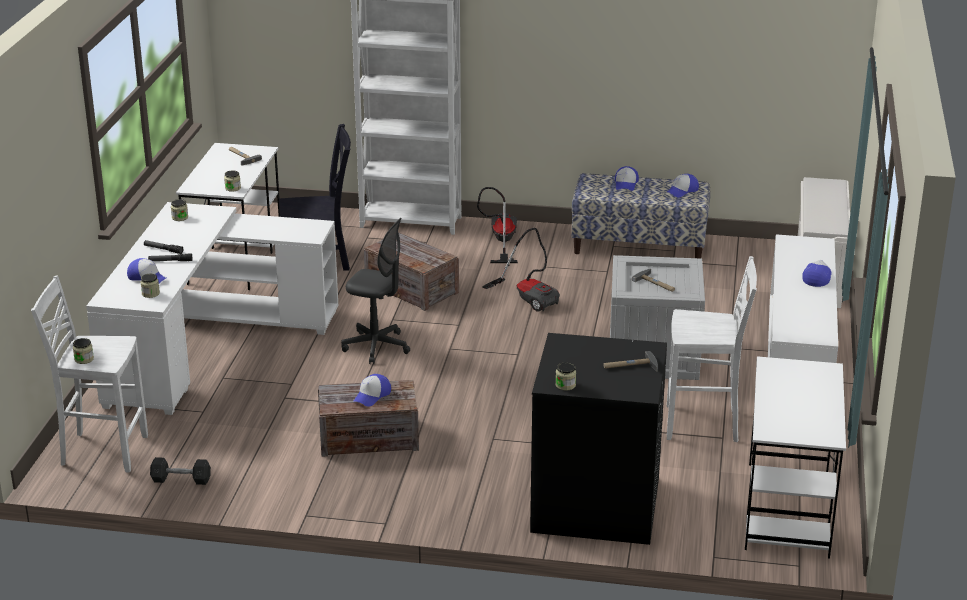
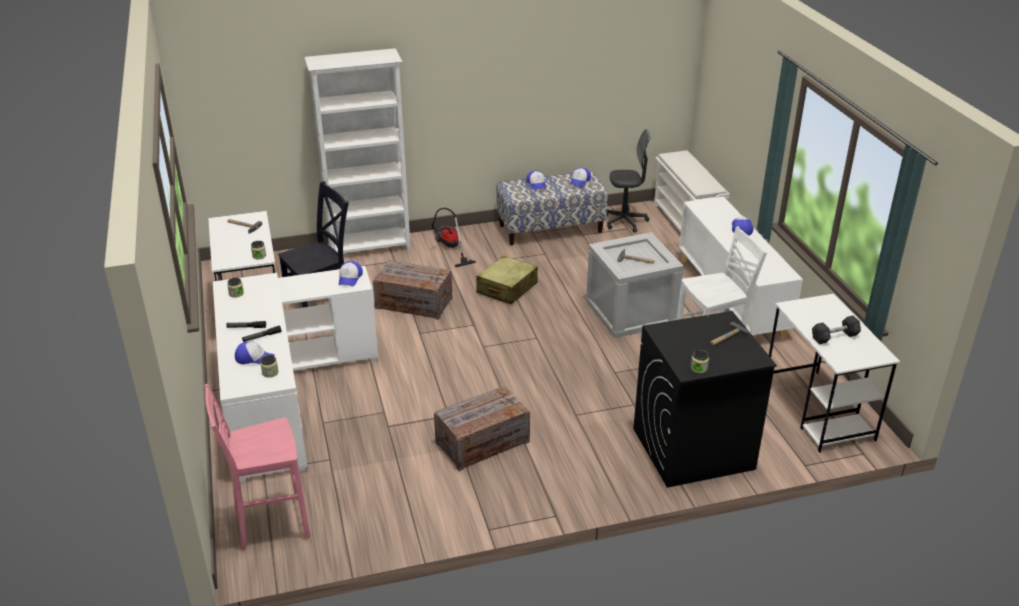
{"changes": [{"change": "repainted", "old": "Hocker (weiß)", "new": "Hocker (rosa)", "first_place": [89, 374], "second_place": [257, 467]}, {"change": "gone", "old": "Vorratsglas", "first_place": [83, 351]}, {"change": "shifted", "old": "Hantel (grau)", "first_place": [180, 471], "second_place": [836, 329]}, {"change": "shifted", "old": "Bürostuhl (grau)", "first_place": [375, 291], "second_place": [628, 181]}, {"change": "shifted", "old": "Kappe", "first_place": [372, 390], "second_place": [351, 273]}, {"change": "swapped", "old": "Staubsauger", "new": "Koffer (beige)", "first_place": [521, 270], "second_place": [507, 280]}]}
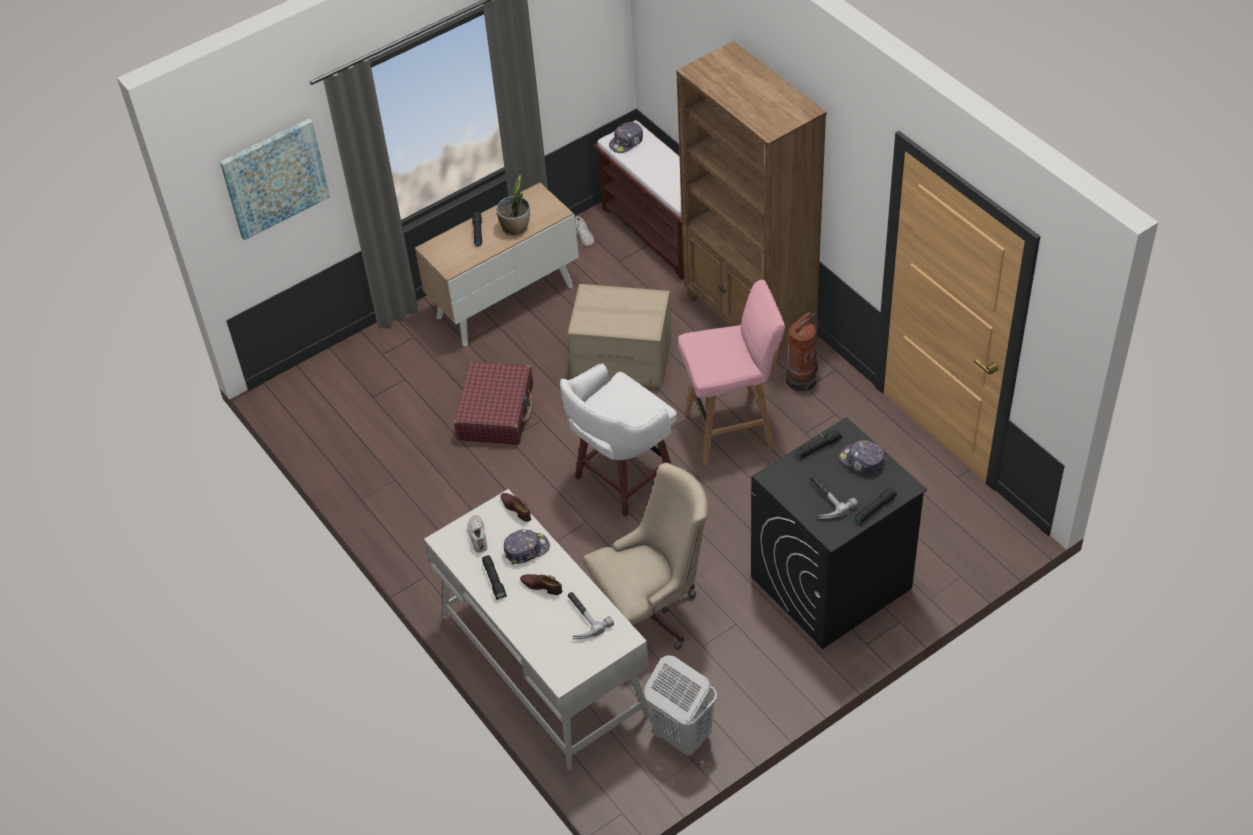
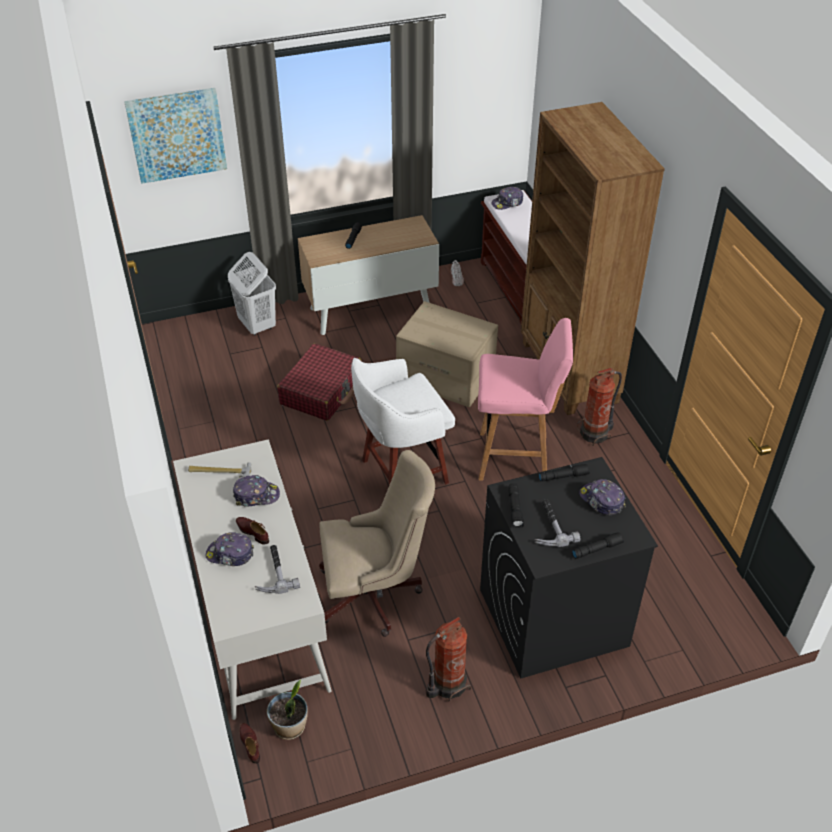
{"changes": [{"change": "swapped", "old": "Schuh (weiß)", "new": "Hammer", "first_place": [477, 534], "second_place": [220, 470]}, {"change": "shifted", "old": "Taschenlampe (schwarz)", "first_place": [494, 577], "second_place": [516, 505]}, {"change": "shifted", "old": "Topfpflanze", "first_place": [513, 205], "second_place": [287, 710]}, {"change": "shifted", "old": "Schuh (braun)", "first_place": [515, 507], "second_place": [250, 743]}, {"change": "shifted", "old": "Wäschekorb (weiß)", "first_place": [680, 705], "second_place": [252, 293]}, {"change": "new", "new": "Kappe", "second_place": [230, 549]}, {"change": "new", "new": "Feuerlöscher", "second_place": [448, 659]}]}
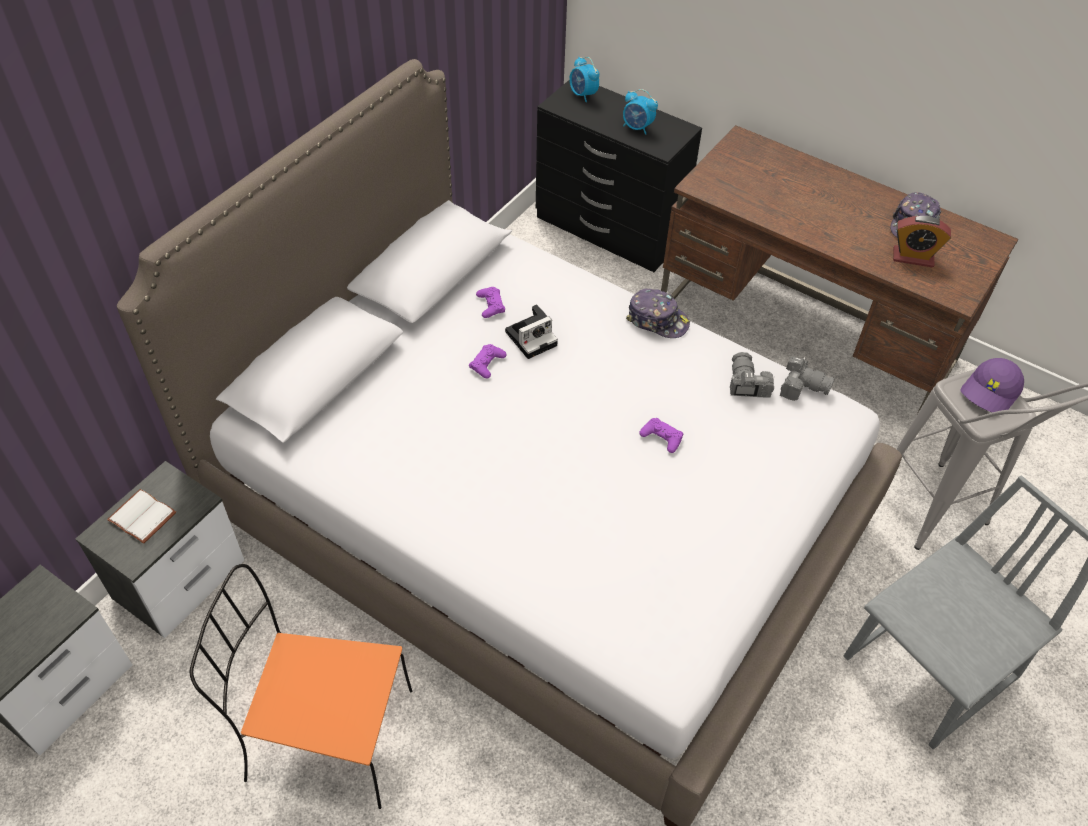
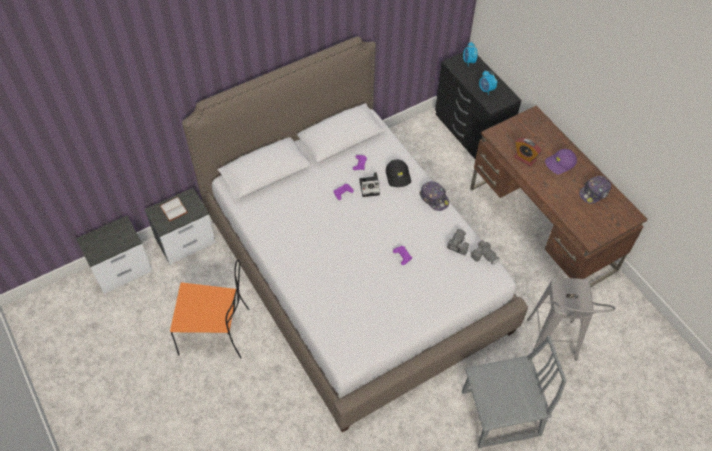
{"changes": [{"change": "rotated", "old": "Stuhl (orange)", "first_place": [300, 686], "second_place": [209, 309], "degrees": 150}, {"change": "shifted", "old": "Wecker", "first_place": [922, 241], "second_place": [528, 152]}, {"change": "shifted", "old": "Kappe (lila)", "first_place": [992, 385], "second_place": [561, 162]}, {"change": "new", "new": "Kappe (schwarz)", "second_place": [398, 173]}]}
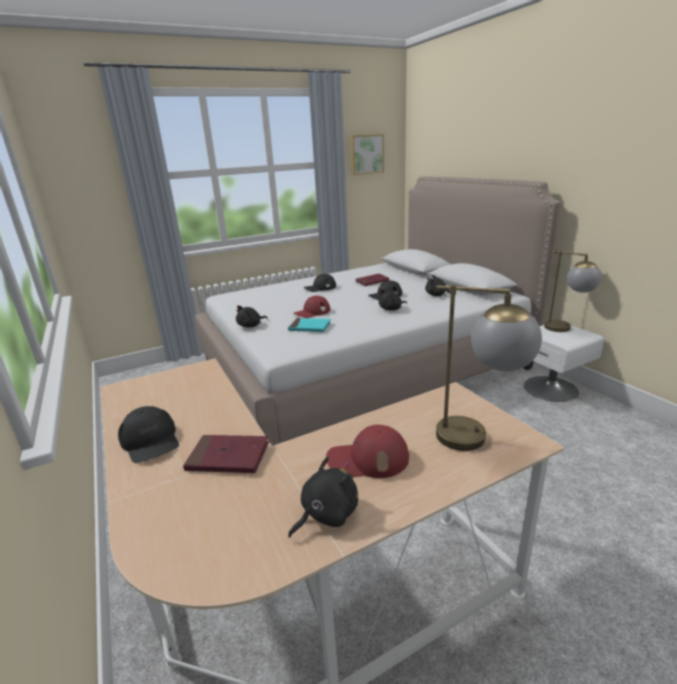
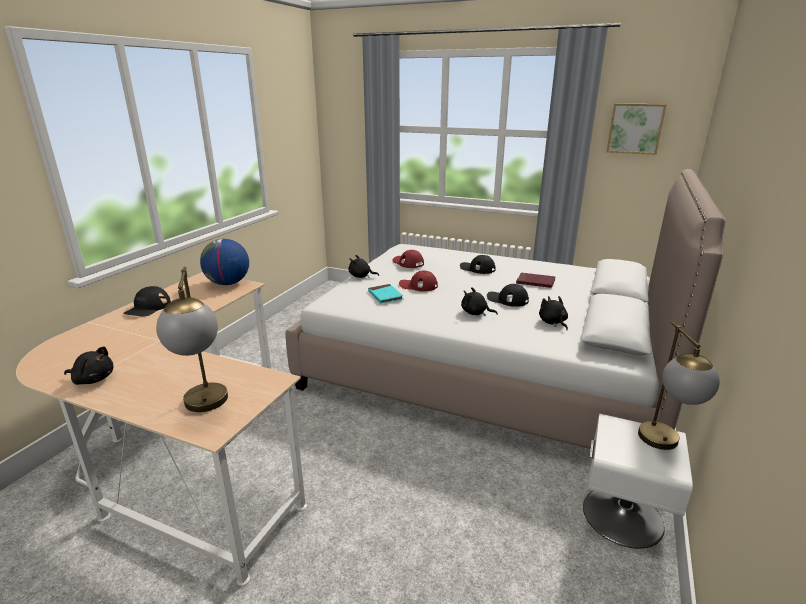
{"changes": [{"change": "gone", "old": "Buch (rot)", "first_place": [226, 454]}, {"change": "shifted", "old": "Kappe (rot)", "first_place": [367, 451], "second_place": [408, 259]}, {"change": "new", "new": "Globus", "second_place": [224, 262]}]}
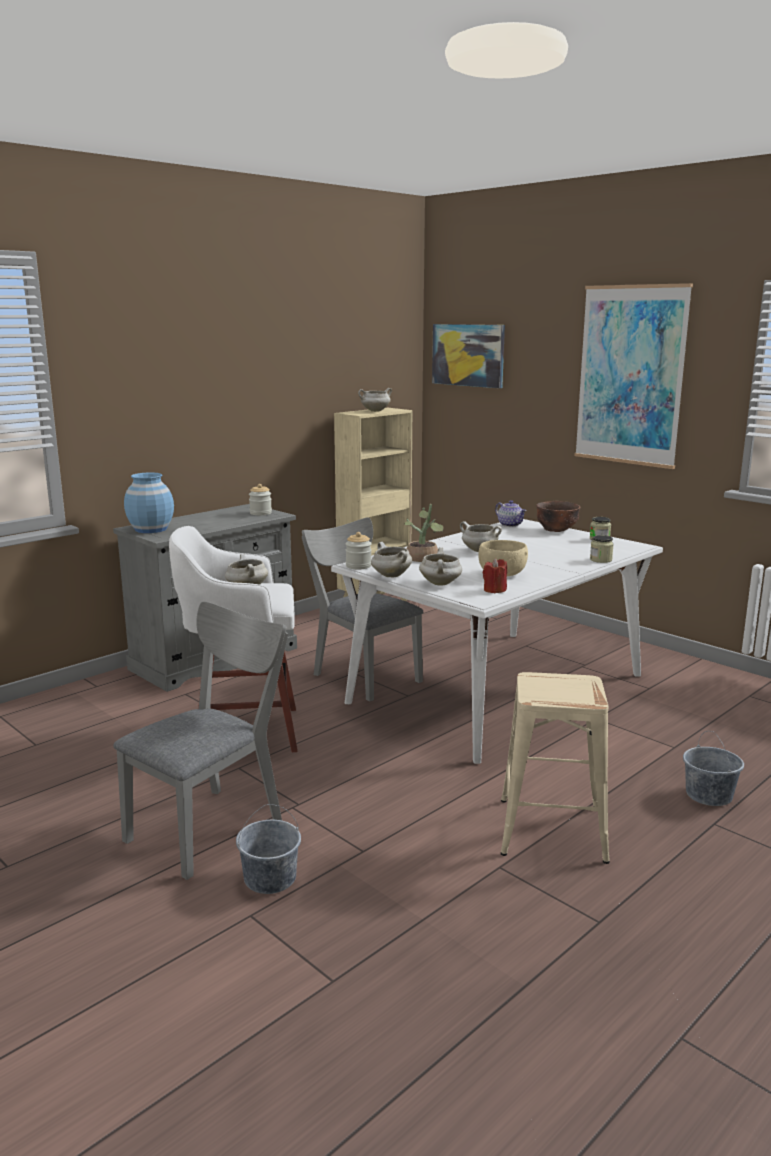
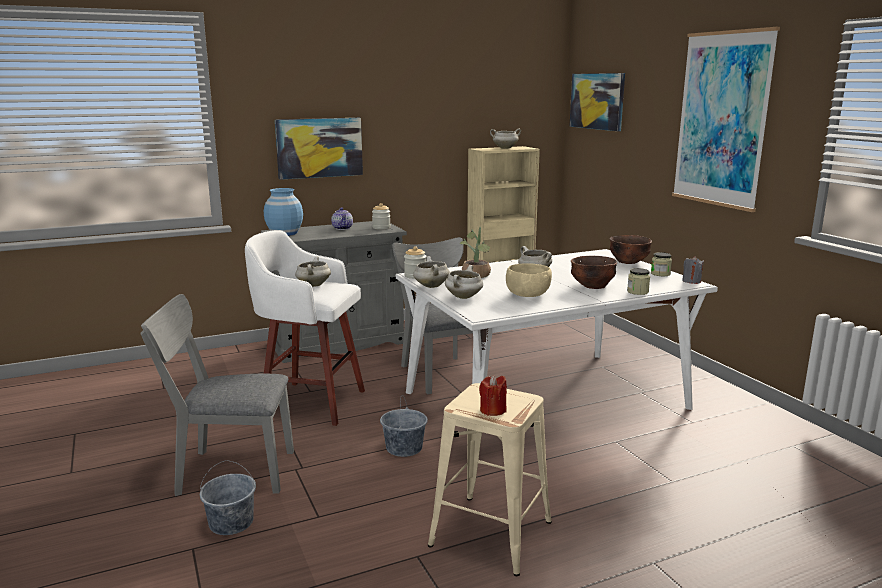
{"changes": [{"change": "rotated", "old": "Stuhl (grau)", "first_place": [200, 741], "second_place": [217, 395], "degrees": -150}, {"change": "shifted", "old": "Kerze (rot)", "first_place": [495, 575], "second_place": [493, 395]}, {"change": "shifted", "old": "Teekanne", "first_place": [511, 513], "second_place": [342, 219]}, {"change": "shifted", "old": "Eimer (grau)", "first_place": [713, 768], "second_place": [404, 426]}, {"change": "new", "new": "Bild", "second_place": [319, 149]}, {"change": "new", "new": "Schüssel (braun)", "second_place": [594, 272]}, {"change": "new", "new": "Kerze (grau)", "second_place": [693, 270]}]}
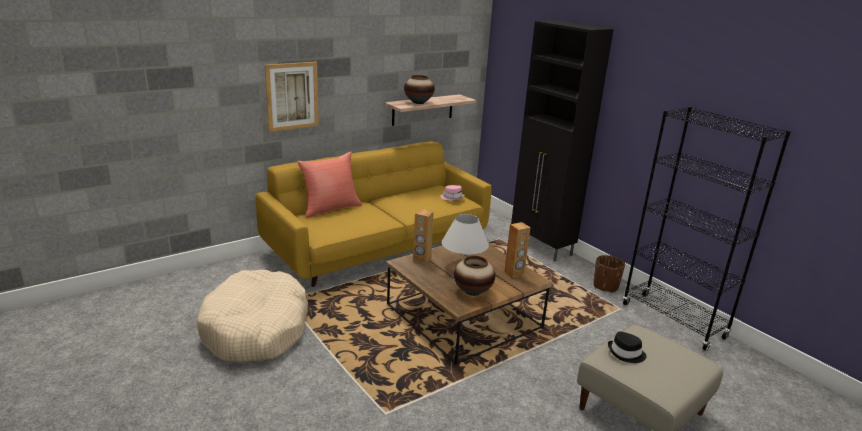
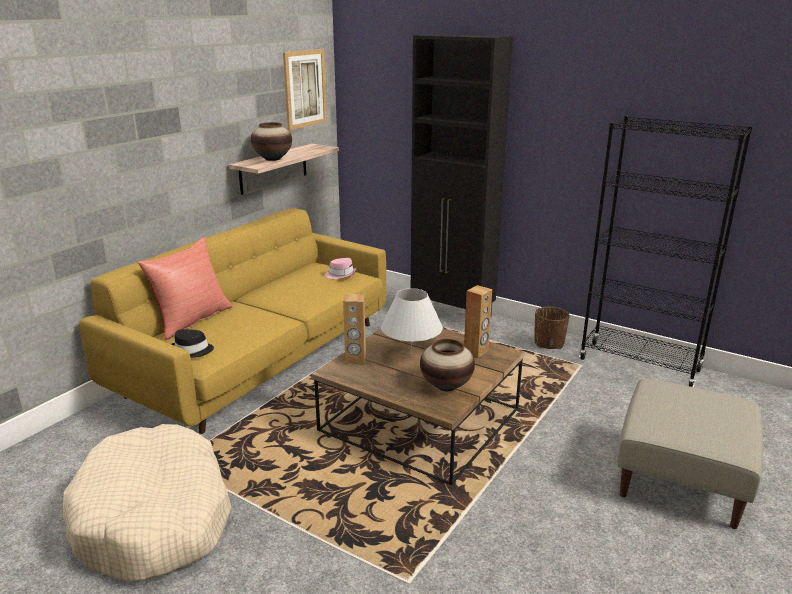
{"changes": [{"change": "shifted", "old": "Bild", "first_place": [292, 97], "second_place": [305, 89]}, {"change": "shifted", "old": "Hut (schwarz)", "first_place": [627, 347], "second_place": [193, 343]}]}
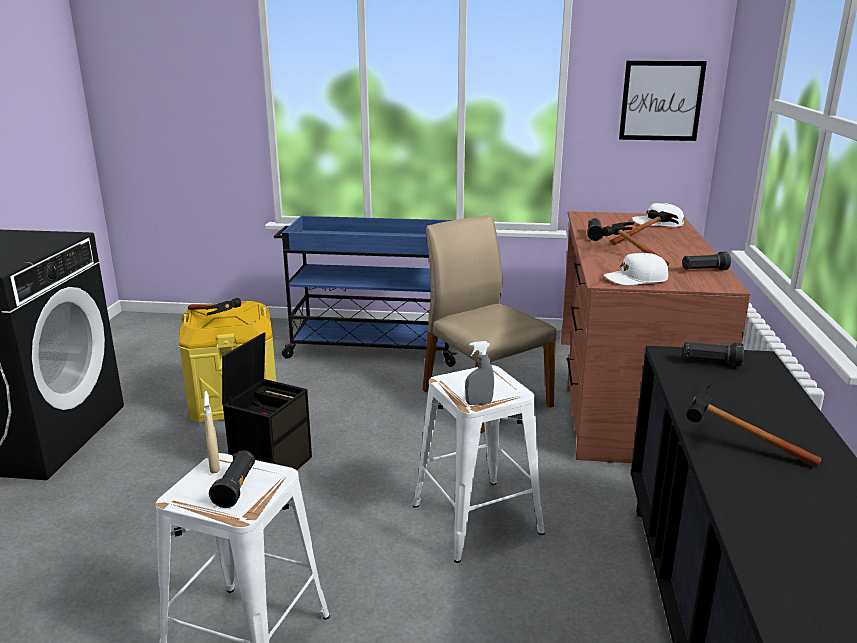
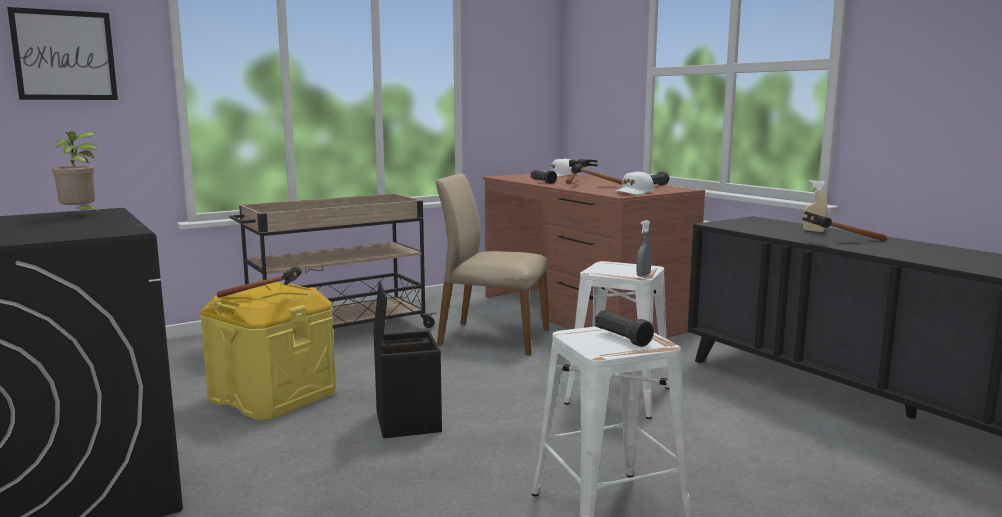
{"changes": [{"change": "shifted", "old": "Sprühflasche (beige)", "first_place": [212, 432], "second_place": [815, 206]}, {"change": "repainted", "old": "Rollwagen (blau)", "new": "Rollwagen (beige)", "first_place": [366, 291], "second_place": [332, 261]}, {"change": "shifted", "old": "Bild", "first_place": [663, 101], "second_place": [62, 53]}, {"change": "gone", "old": "Taschenlampe (schwarz)", "first_place": [713, 354]}, {"change": "new", "new": "Topfpflanze", "second_place": [77, 173]}]}
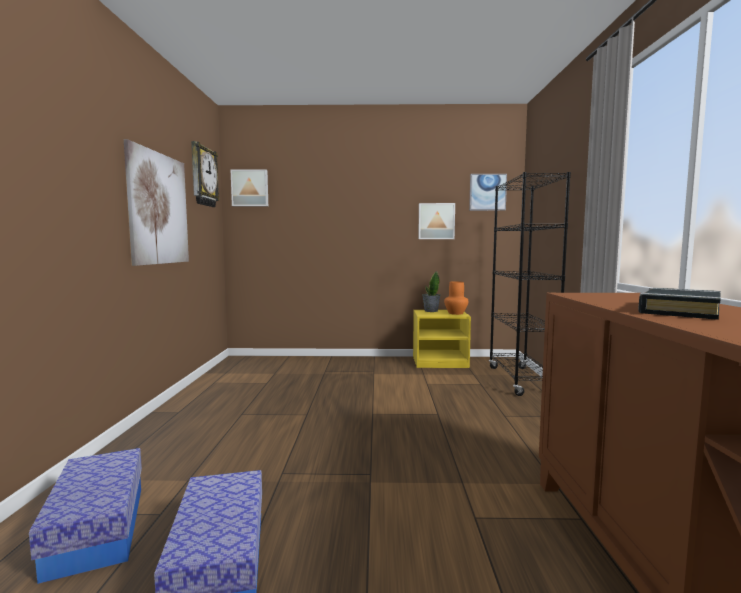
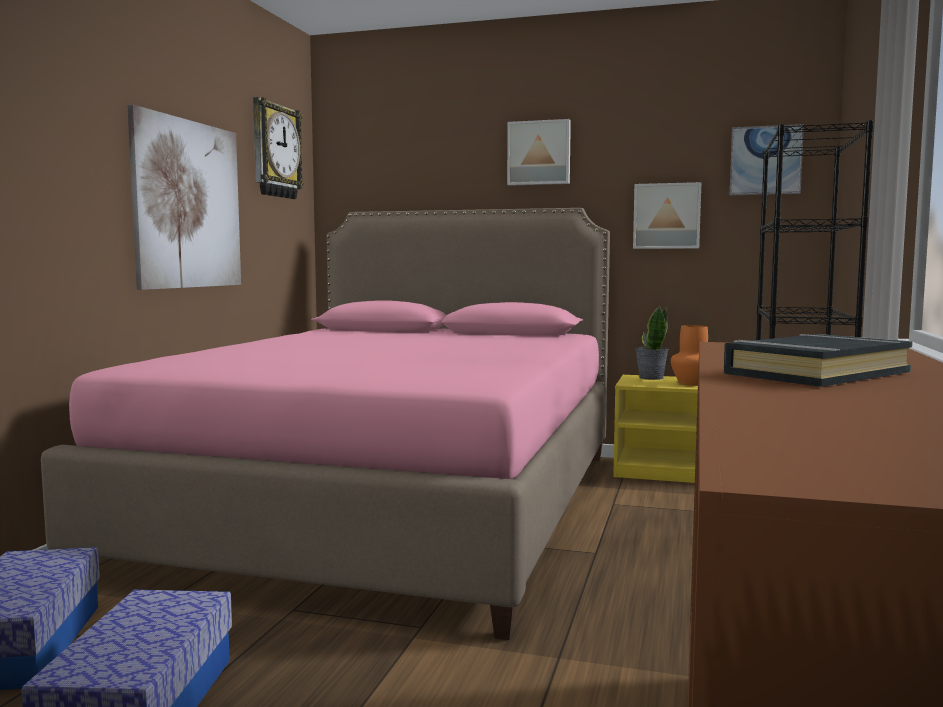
{"changes": [{"change": "shifted", "old": "Bild", "first_place": [249, 187], "second_place": [539, 152]}, {"change": "new", "new": "Bett (rosa)", "second_place": [325, 424]}]}
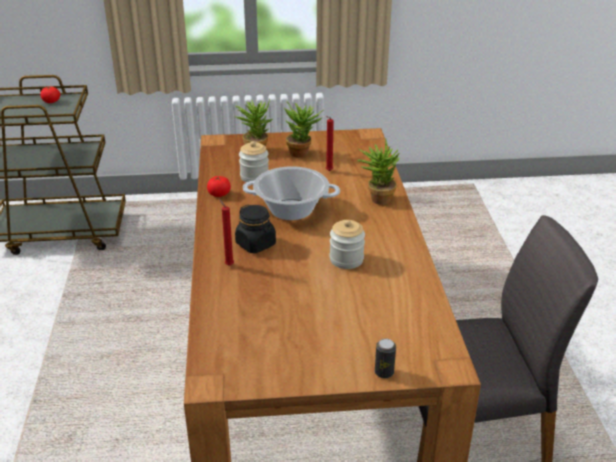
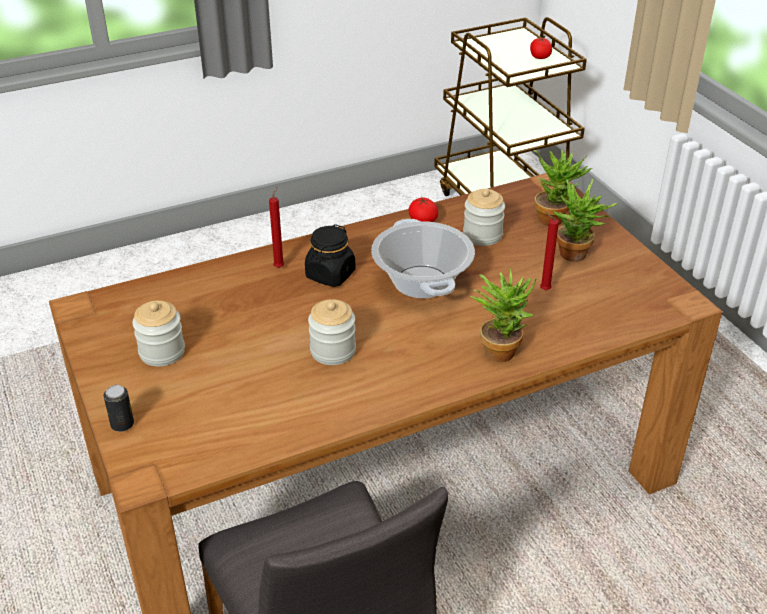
{"changes": [{"change": "new", "new": "Vorratsglas", "second_place": [158, 334]}]}
